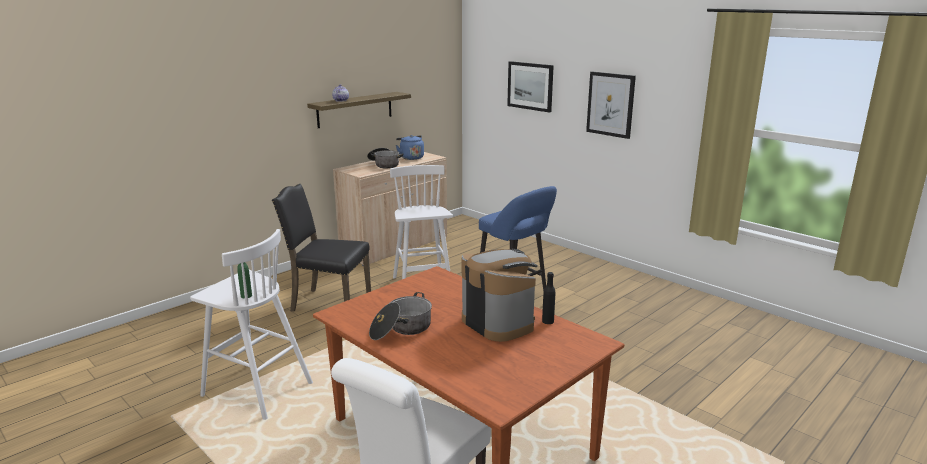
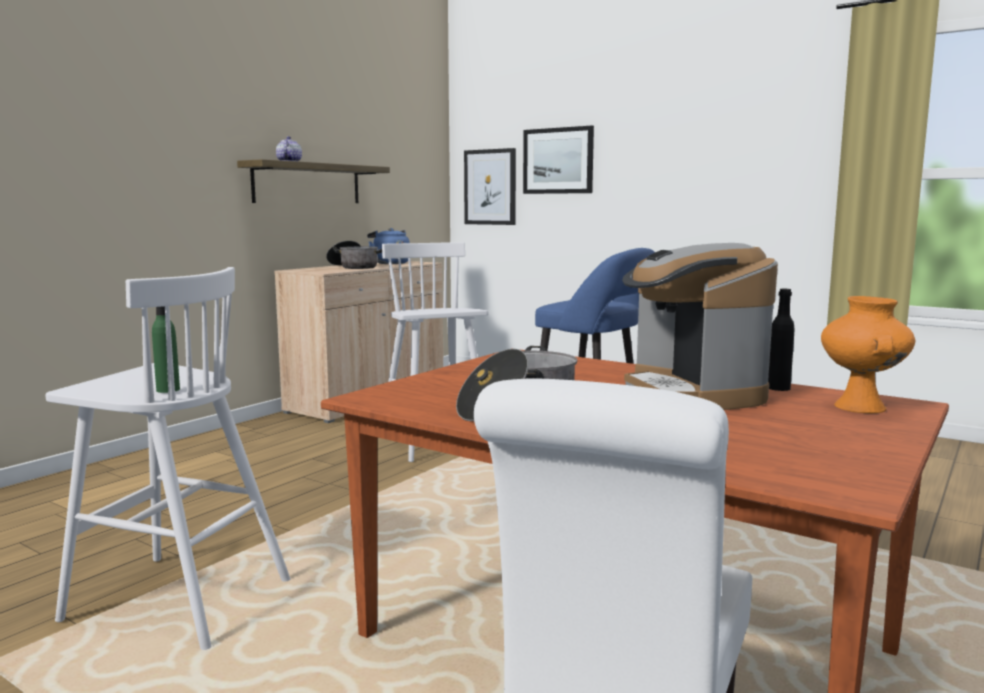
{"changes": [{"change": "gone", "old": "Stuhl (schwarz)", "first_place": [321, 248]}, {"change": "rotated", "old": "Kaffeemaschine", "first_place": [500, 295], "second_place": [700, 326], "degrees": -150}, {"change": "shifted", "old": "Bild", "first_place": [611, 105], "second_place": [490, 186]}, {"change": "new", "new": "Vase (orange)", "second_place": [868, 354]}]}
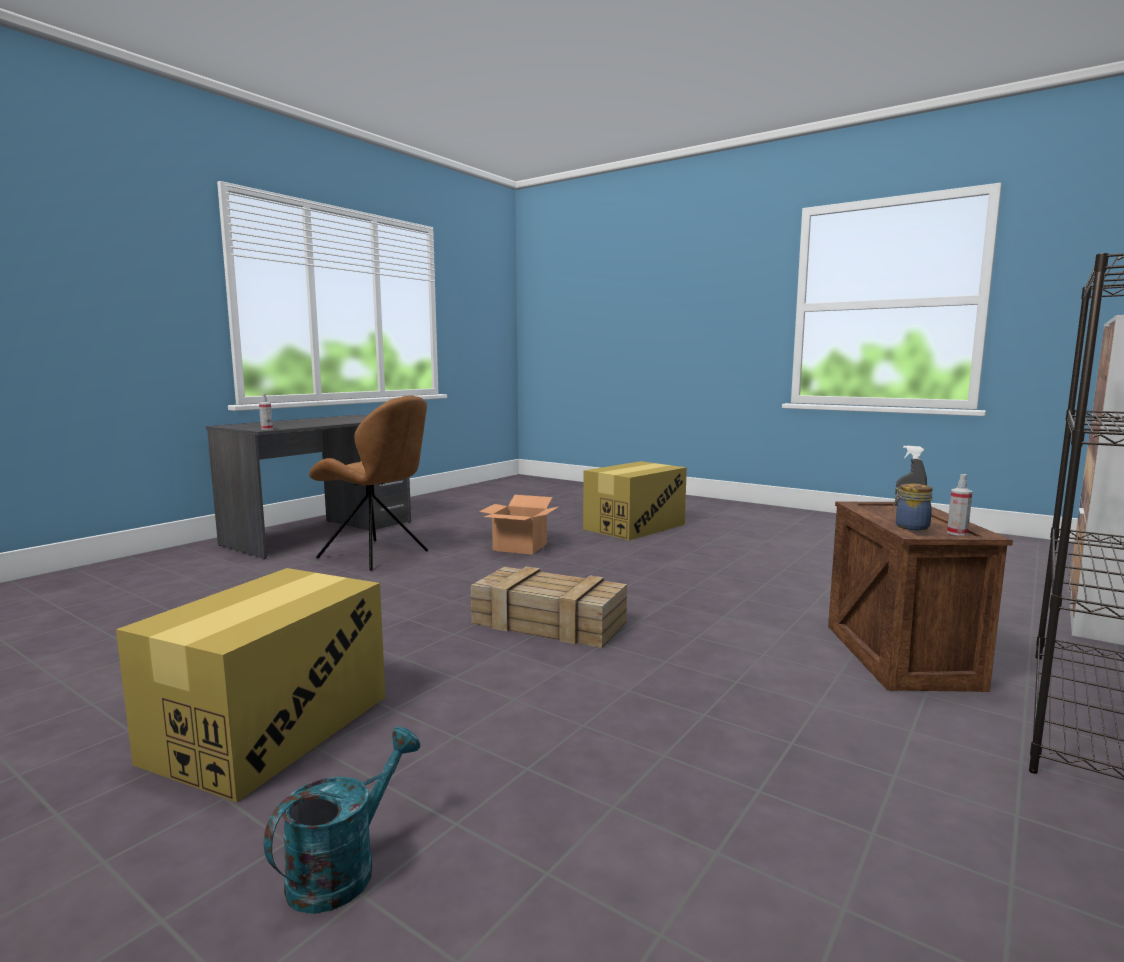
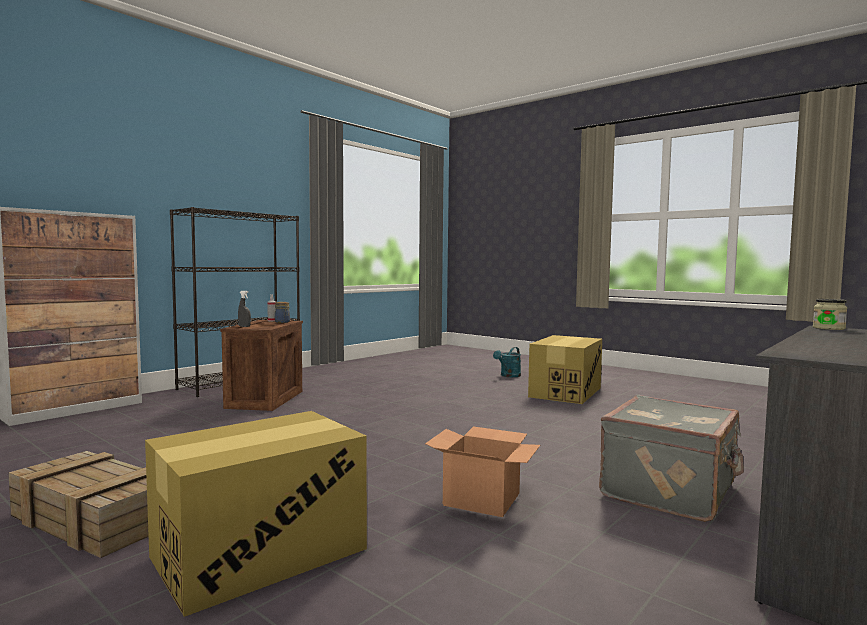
{"changes": [{"change": "swapped", "old": "Sprühflasche", "new": "Vorratsglas", "first_place": [266, 411], "second_place": [830, 314]}, {"change": "swapped", "old": "Stuhl (braun)", "new": "Koffer (grau)", "first_place": [368, 483], "second_place": [671, 458]}, {"change": "shifted", "old": "Kiste", "first_place": [549, 607], "second_place": [78, 504]}]}
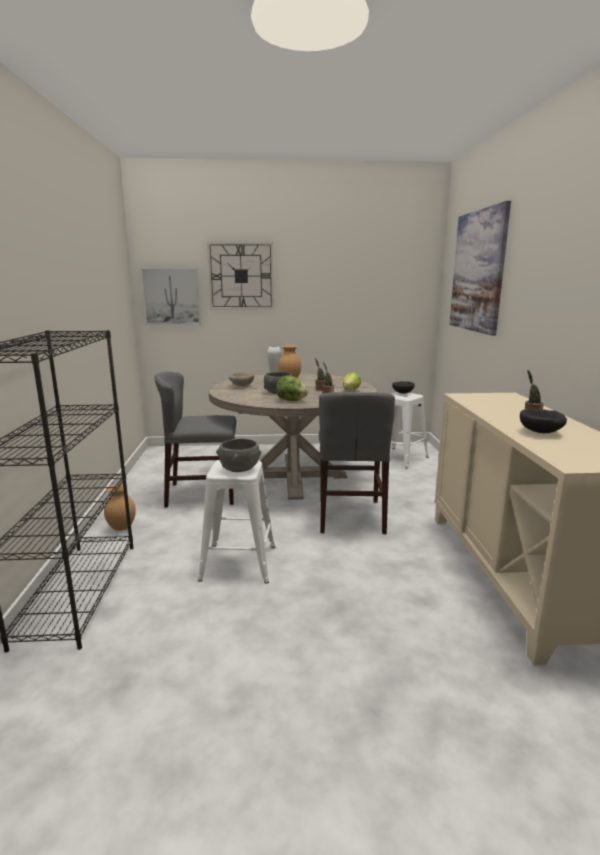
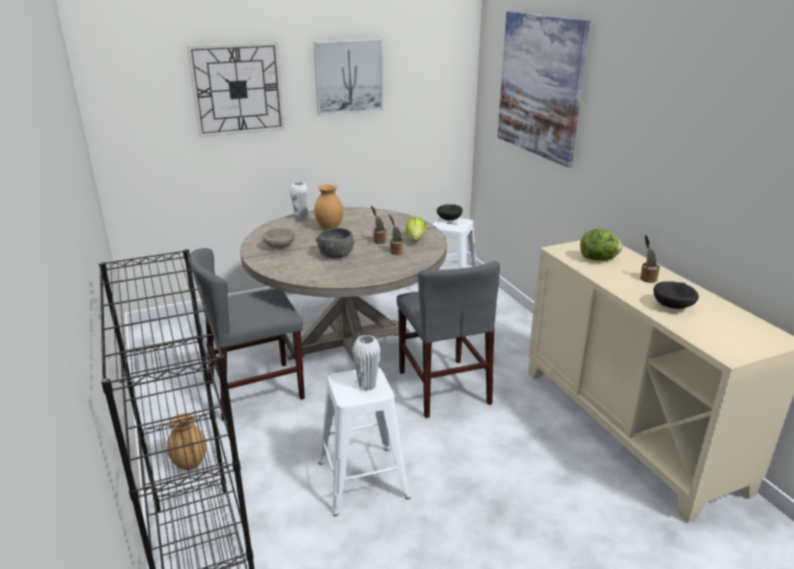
{"changes": [{"change": "shifted", "old": "Bild", "first_place": [171, 296], "second_place": [348, 77]}, {"change": "swapped", "old": "Schüssel (grau)", "new": "Vase (weiß)", "first_place": [238, 455], "second_place": [366, 363]}, {"change": "shifted", "old": "Salatkopf", "first_place": [292, 388], "second_place": [601, 245]}]}
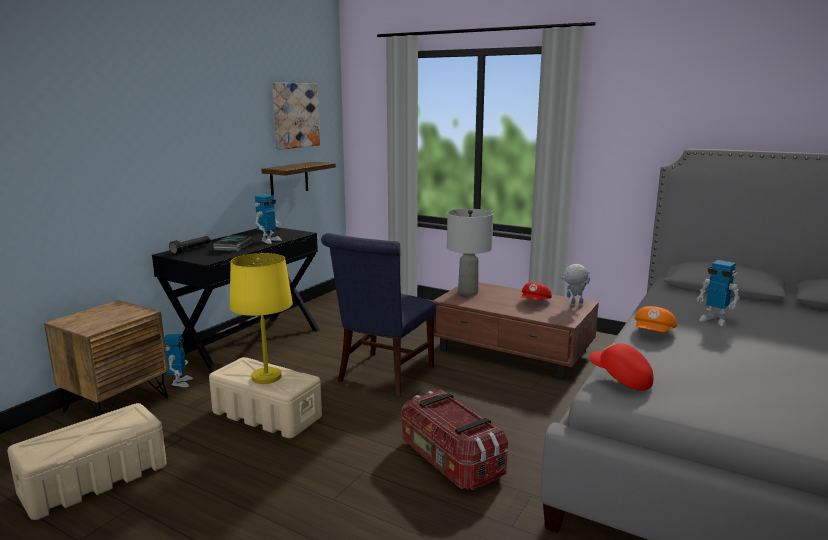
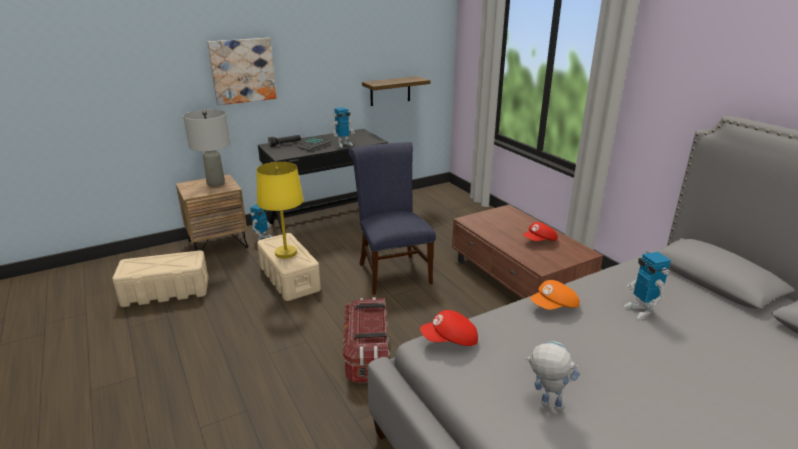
{"changes": [{"change": "shifted", "old": "Bild", "first_place": [296, 116], "second_place": [241, 71]}, {"change": "rotated", "old": "Stuhl (blau)", "first_place": [378, 314], "second_place": [392, 218], "degrees": 105}, {"change": "shifted", "old": "Tischlampe (grau)", "first_place": [470, 252], "second_place": [206, 148]}, {"change": "shifted", "old": "Spielzeugroboter", "first_place": [575, 285], "second_place": [552, 376]}, {"change": "rotated", "old": "Kappe (rot)", "first_place": [622, 367], "second_place": [449, 328], "degrees": -90}]}
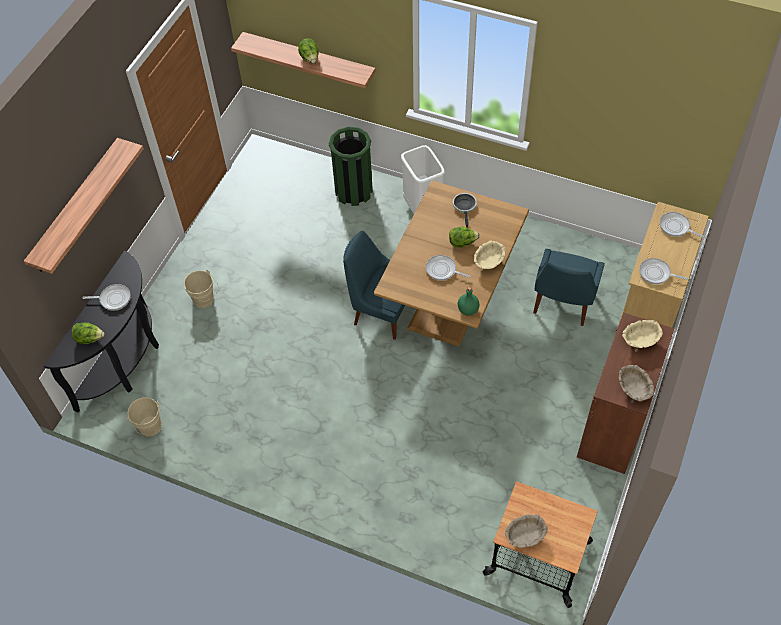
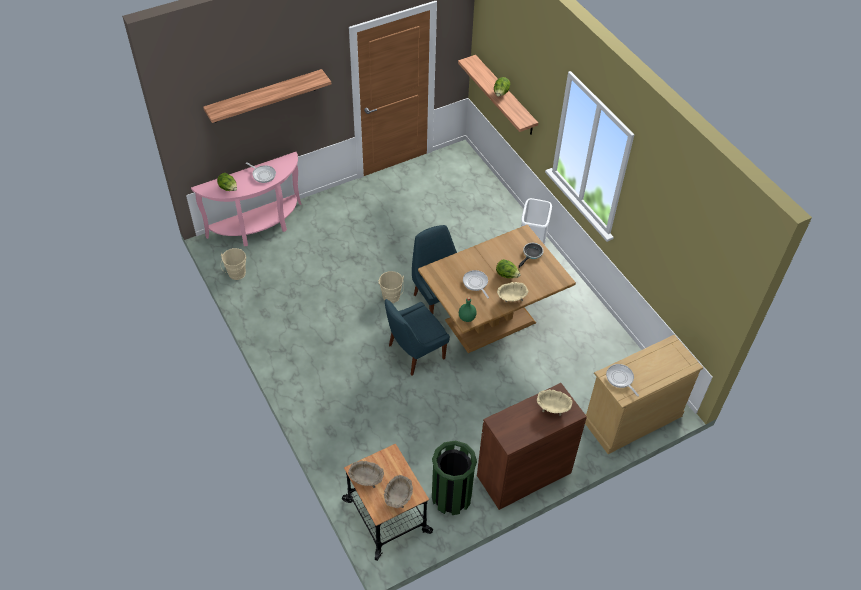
{"changes": [{"change": "repainted", "old": "Konsolentisch (schwarz)", "new": "Konsolentisch (rosa)", "first_place": [101, 332], "second_place": [246, 199]}, {"change": "shifted", "old": "Eimer (beige)", "first_place": [201, 289], "second_place": [391, 287]}, {"change": "shifted", "old": "Mülleimer (grün)", "first_place": [351, 166], "second_place": [454, 477]}, {"change": "shifted", "old": "Stuhl (blau)", "first_place": [569, 287], "second_place": [417, 337]}, {"change": "shifted", "old": "Schüssel (beige)", "first_place": [636, 384], "second_place": [398, 491]}, {"change": "gone", "old": "Pfanne", "first_place": [682, 225]}]}
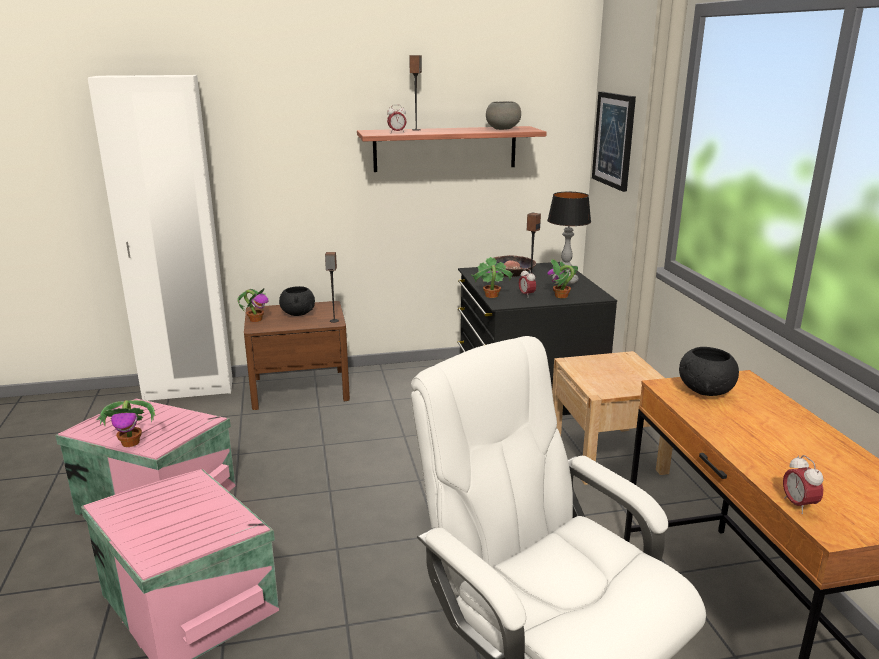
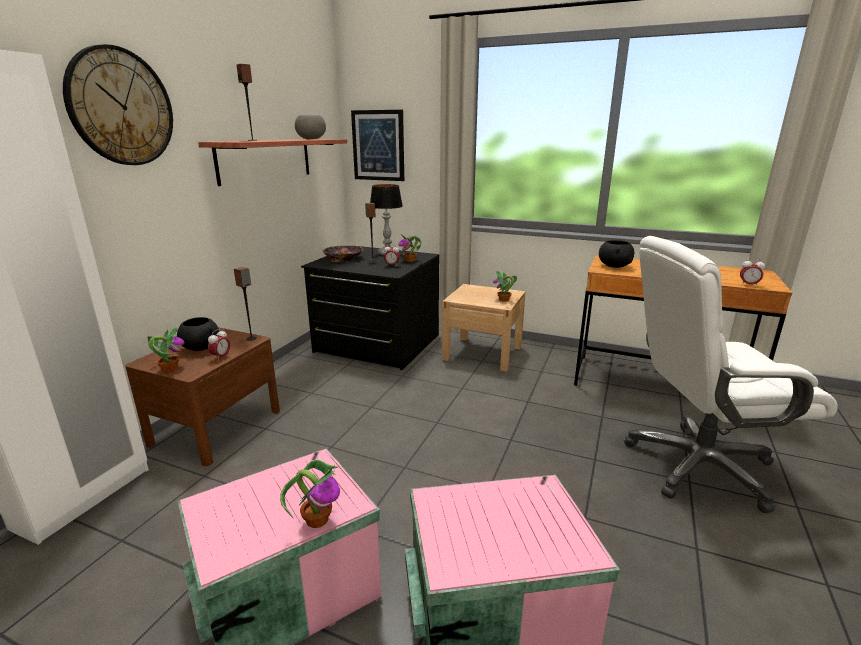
{"changes": [{"change": "shifted", "old": "Wecker", "first_place": [397, 119], "second_place": [219, 345]}, {"change": "shifted", "old": "Topfpflanze", "first_place": [492, 277], "second_place": [505, 286]}, {"change": "new", "new": "Wanduhr", "second_place": [118, 104]}]}
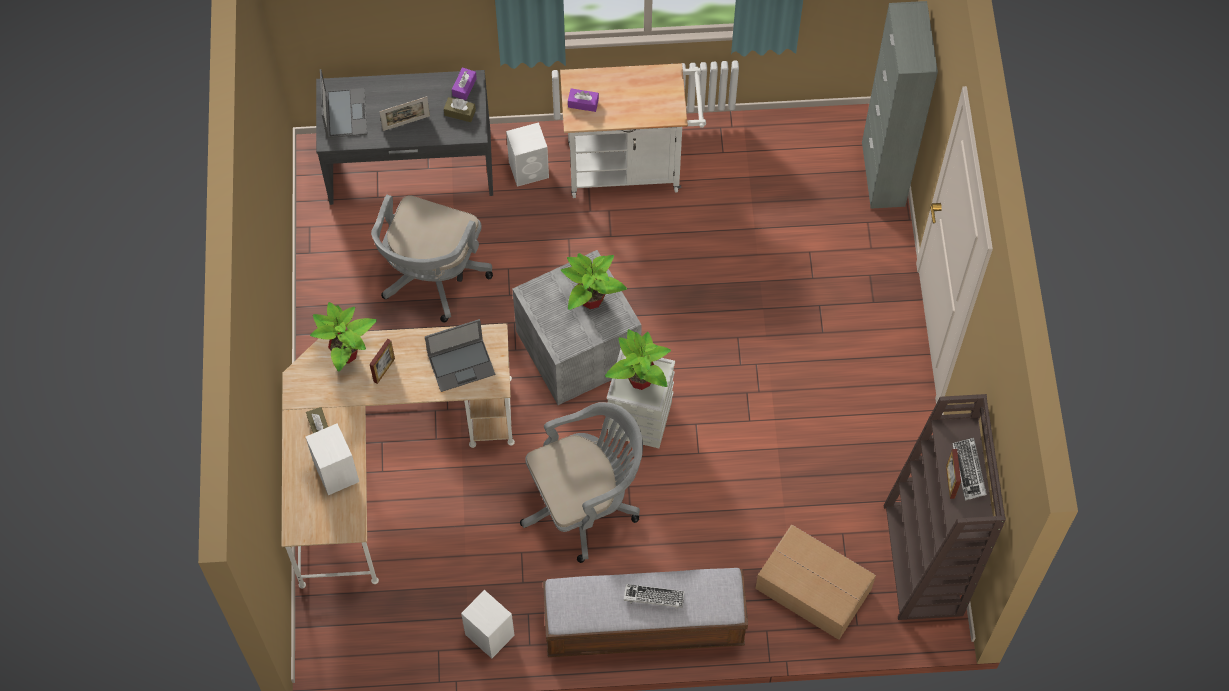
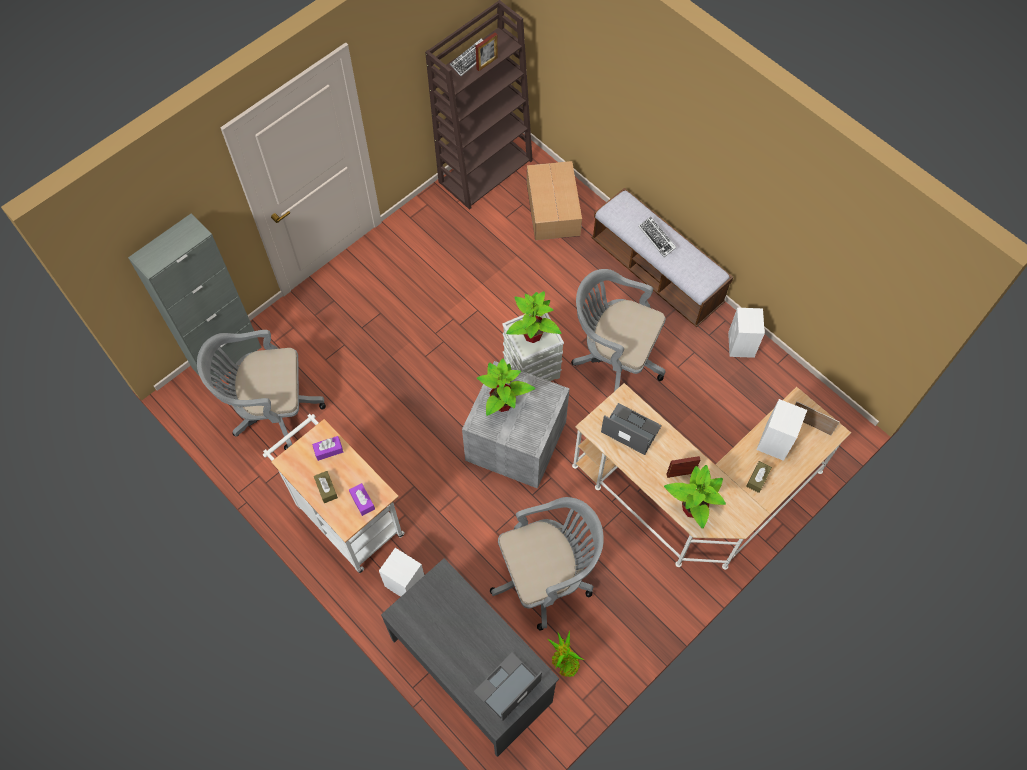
{"changes": [{"change": "shifted", "old": "Bilderrahmen", "first_place": [404, 113], "second_place": [817, 418]}, {"change": "shifted", "old": "Taschentuchbox (braun)", "first_place": [460, 109], "second_place": [326, 487]}, {"change": "shifted", "old": "Taschentuchbox (lila)", "first_place": [464, 83], "second_place": [327, 448]}, {"change": "new", "new": "Bürostuhl (grau)", "second_place": [261, 390]}, {"change": "new", "new": "Topfpflanze", "second_place": [566, 653]}]}
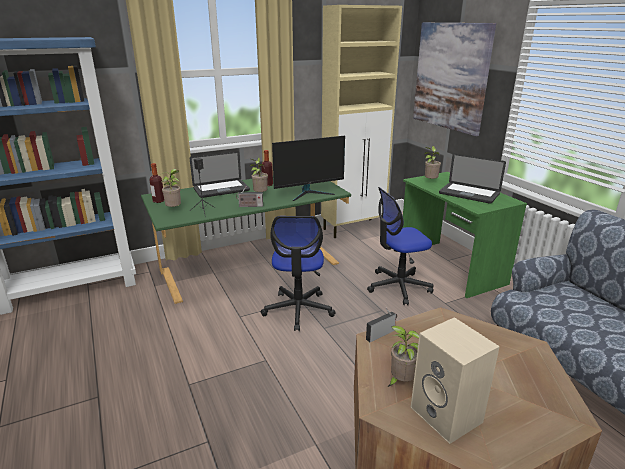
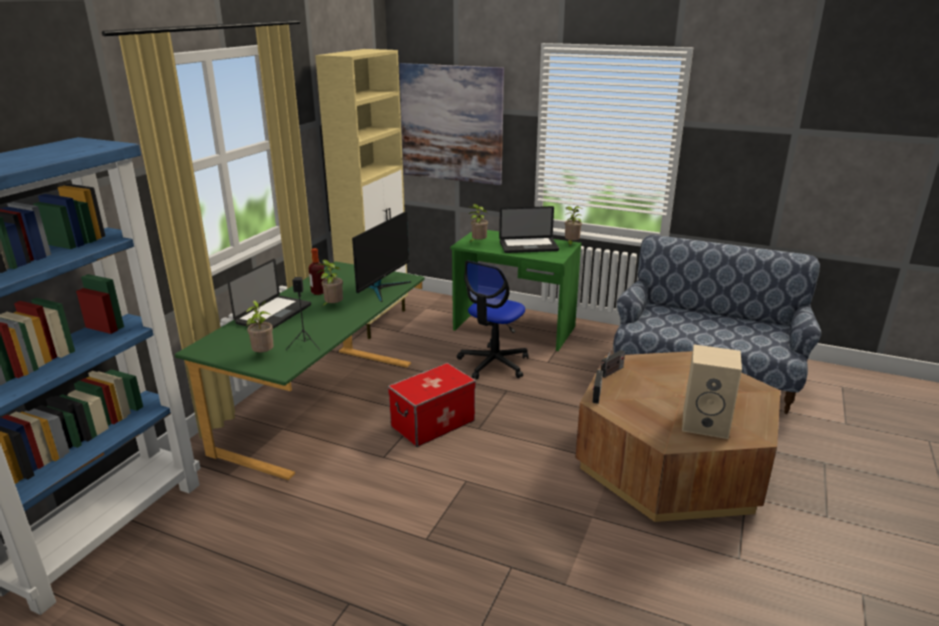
{"changes": [{"change": "gone", "old": "Flasche", "first_place": [157, 183]}, {"change": "shifted", "old": "Radio", "first_place": [249, 196], "second_place": [612, 363]}, {"change": "swapped", "old": "Bürostuhl", "new": "Aufbewahrungsbox", "first_place": [298, 273], "second_place": [432, 405]}, {"change": "shifted", "old": "Topfpflanze", "first_place": [403, 356], "second_place": [573, 226]}]}
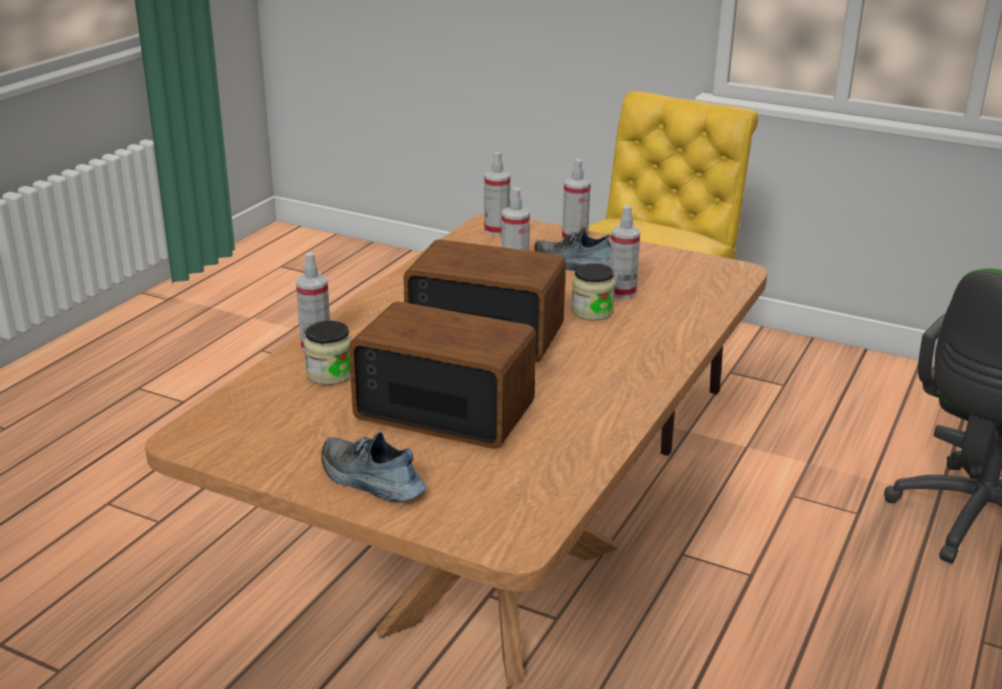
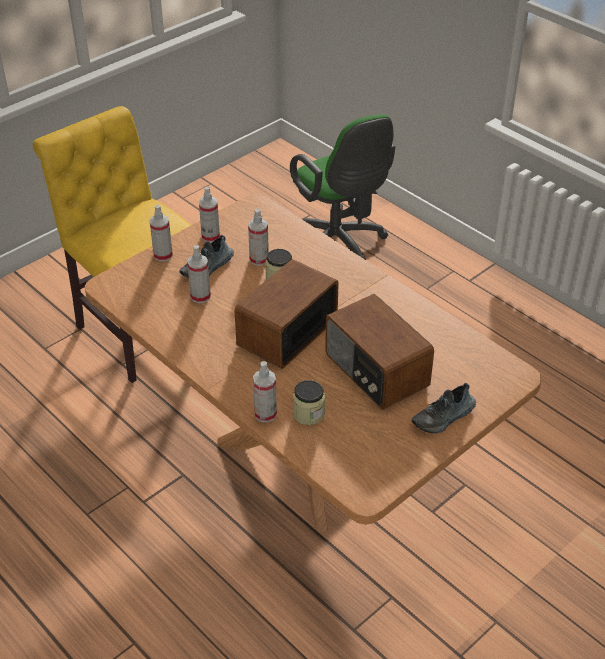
{"changes": [{"change": "rotated", "old": "Radio", "first_place": [442, 375], "second_place": [379, 352], "degrees": -75}, {"change": "shifted", "old": "Sprühflasche", "first_place": [497, 194], "second_place": [209, 214]}]}
